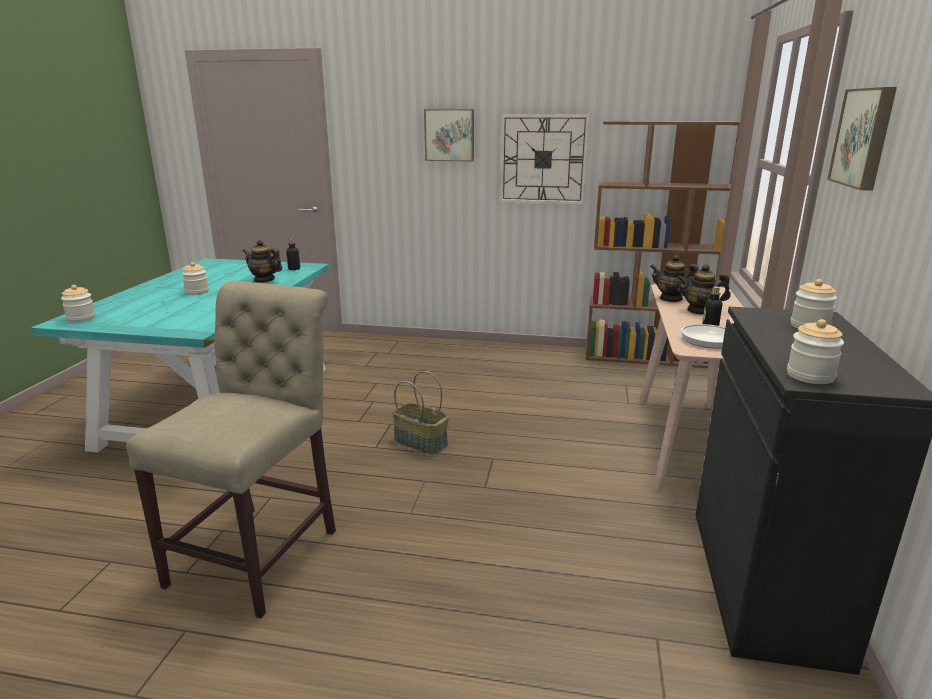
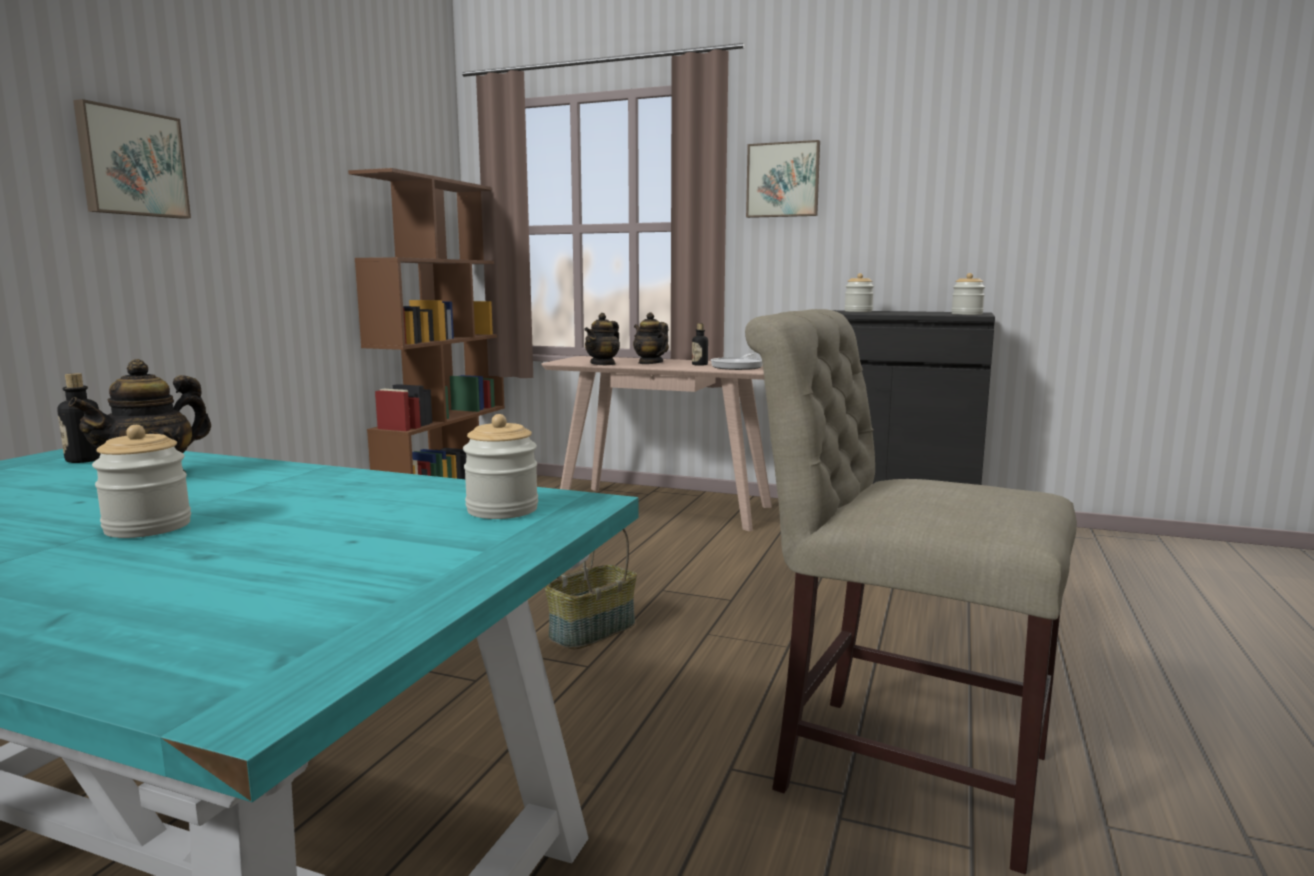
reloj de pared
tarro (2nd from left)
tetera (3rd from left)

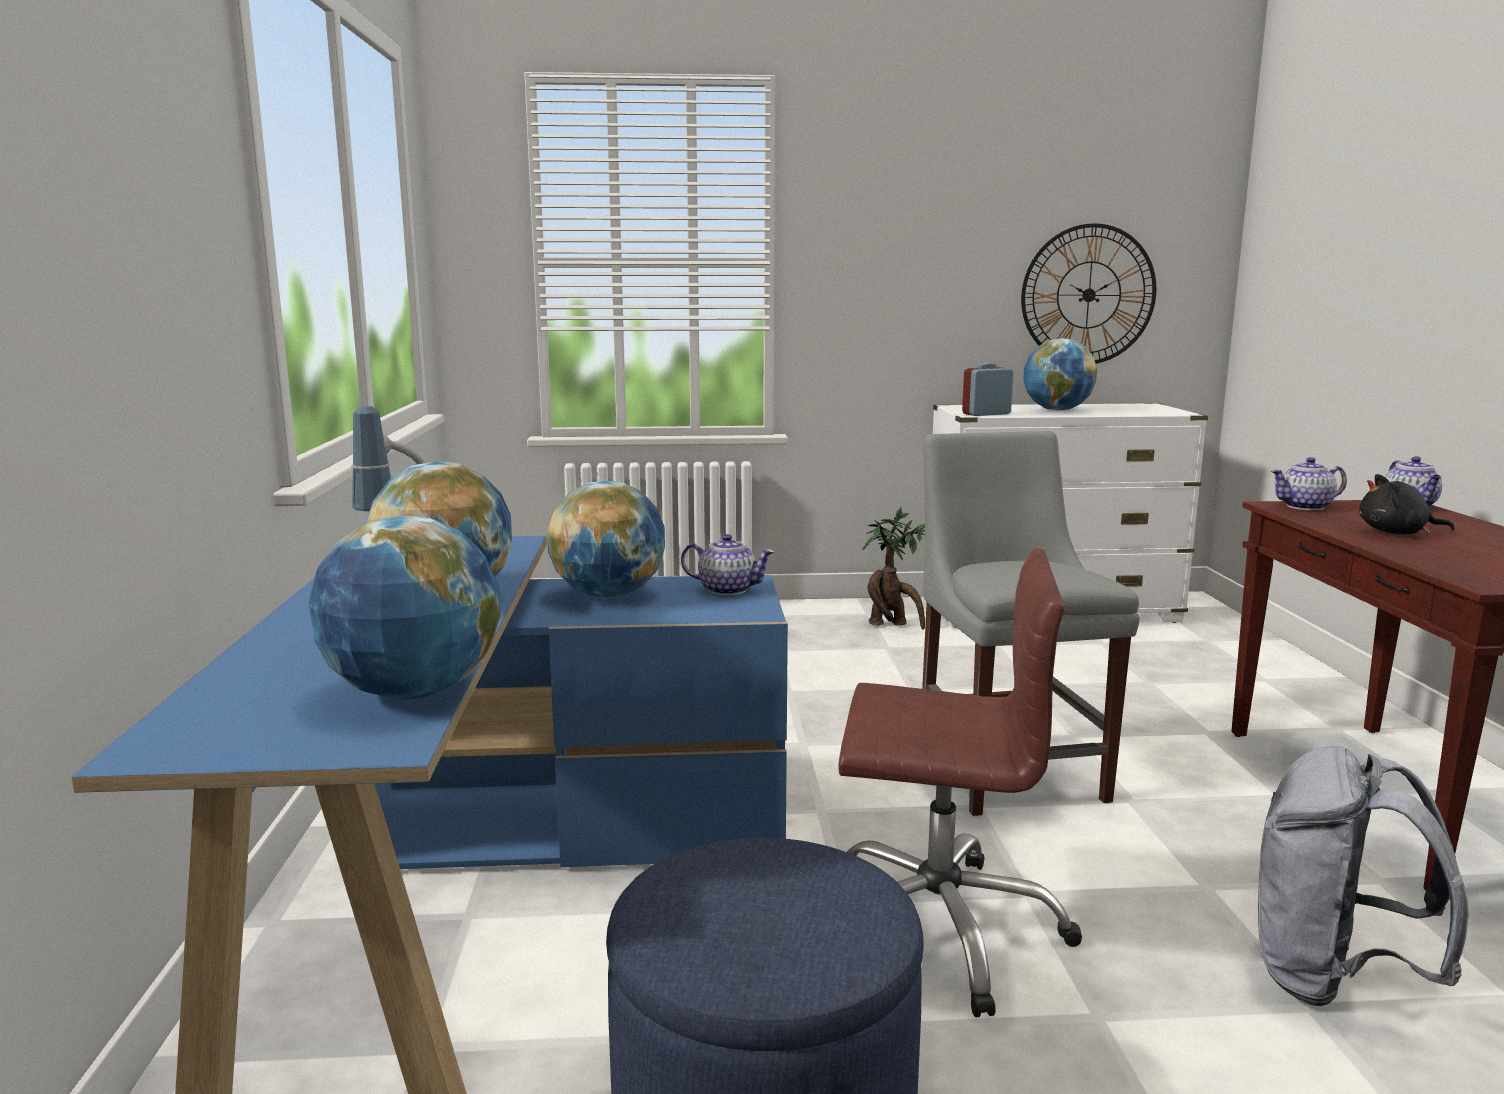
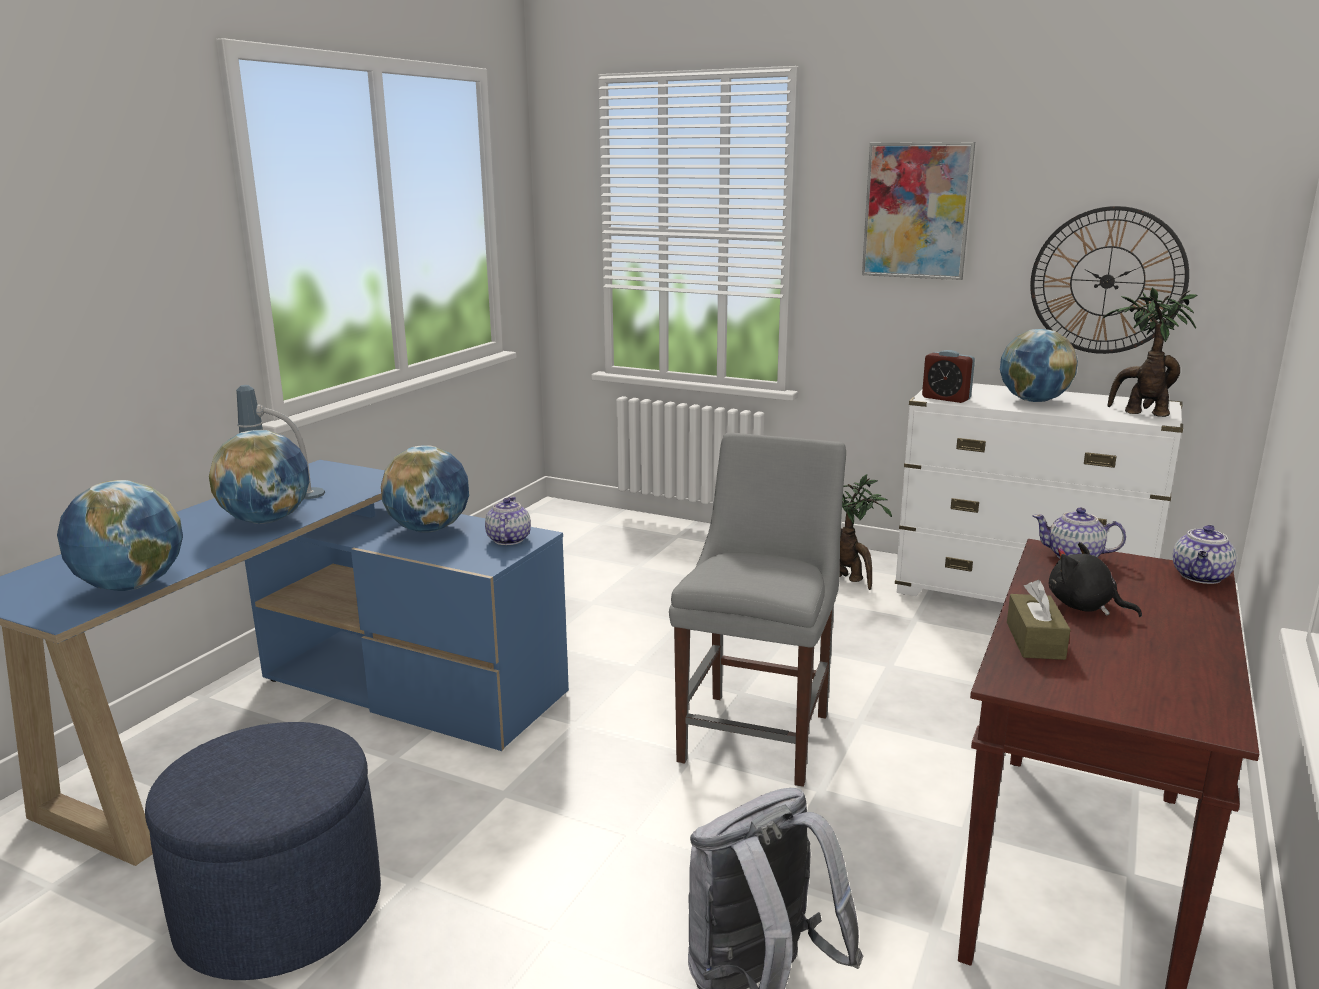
silla de oficina/marrón
cuadro
caja de pañuelos/marrón
planta en maceta (2nd from left)
tetera (1st from left)
despertador

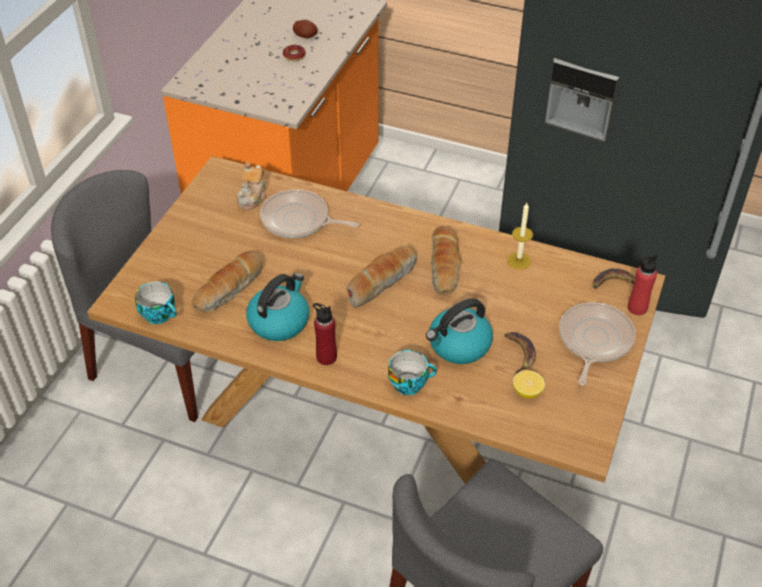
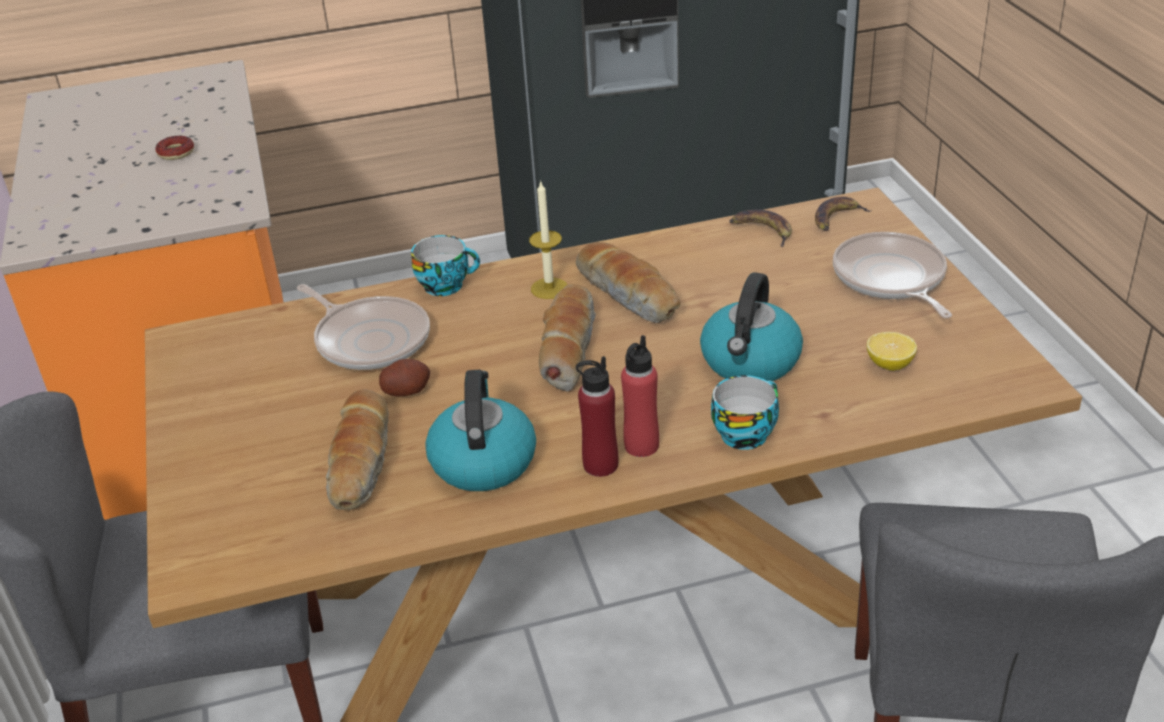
tetera
taza (1st from left)
patata
plátano (1st from left)
vela
botella/rojo (2nd from left)
sartén (1st from left)

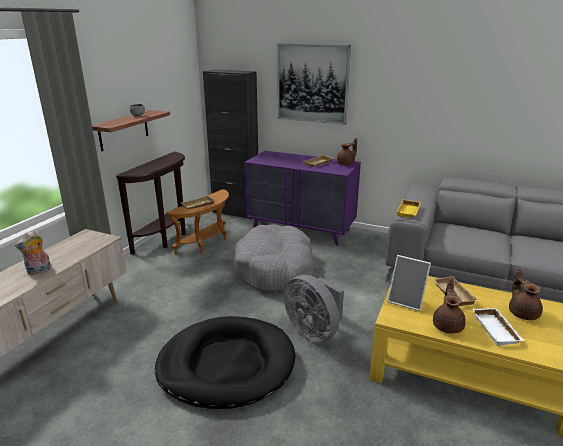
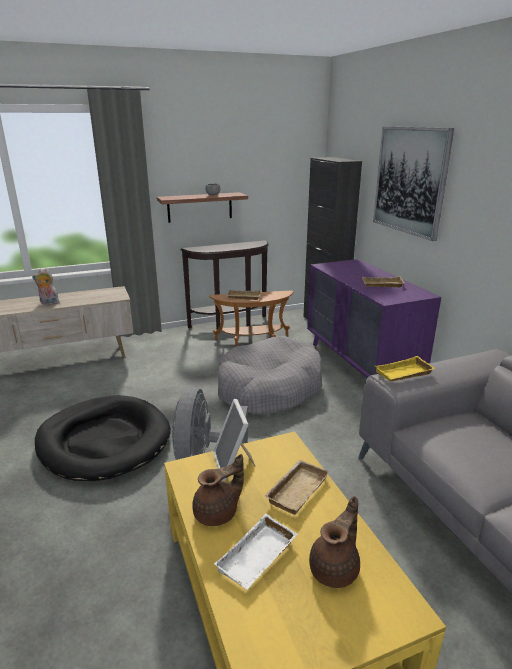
tetera/marrón (1st from left in the first image)

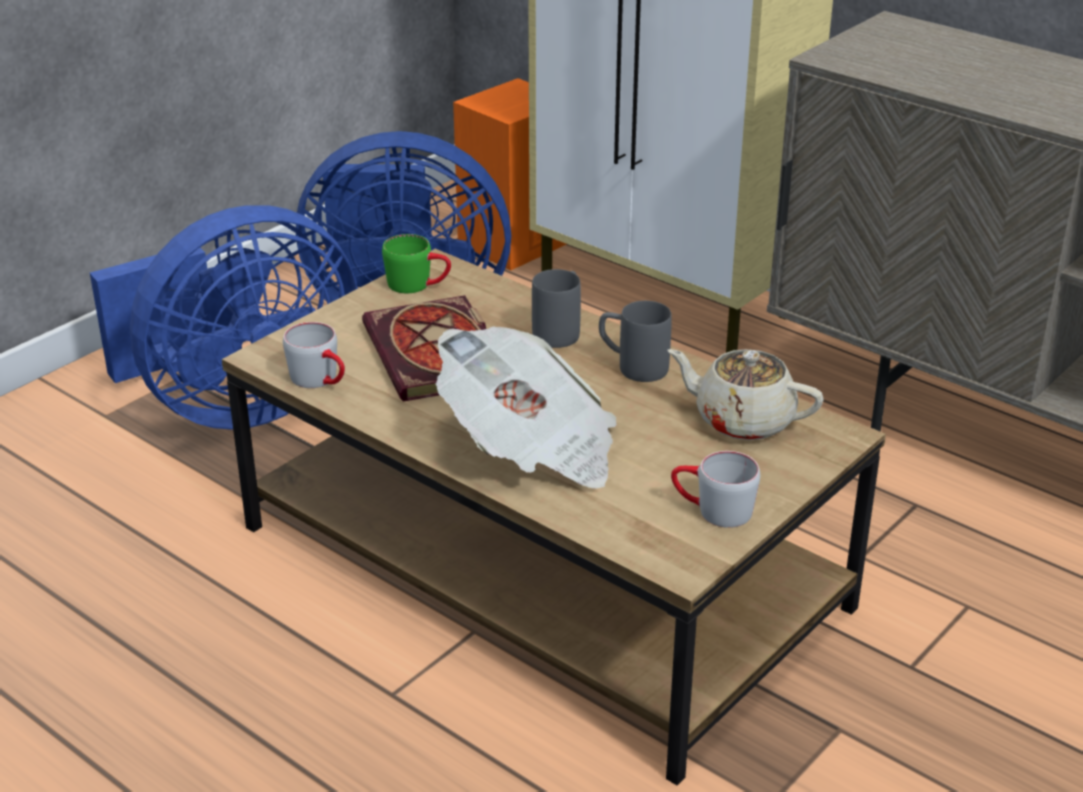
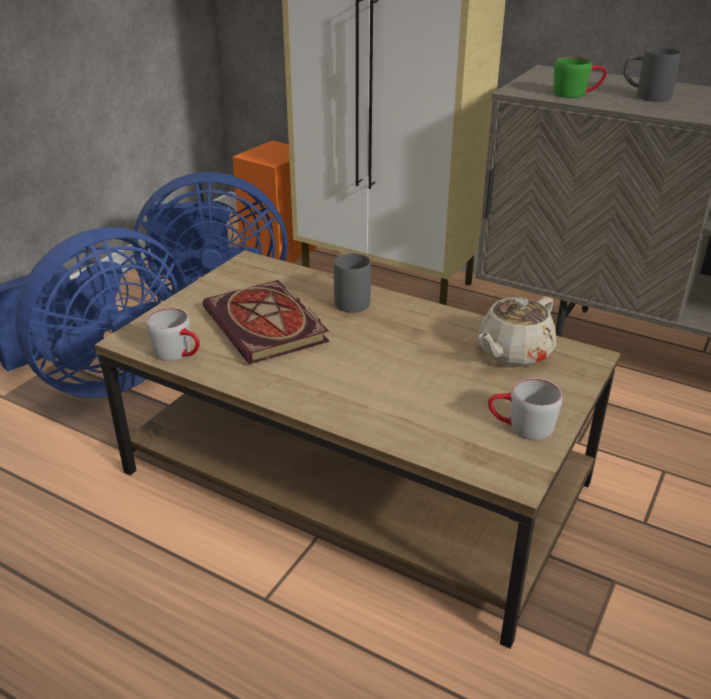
periódico
taza grande/verde
taza grande/gris (4th from left)
tetera/beis

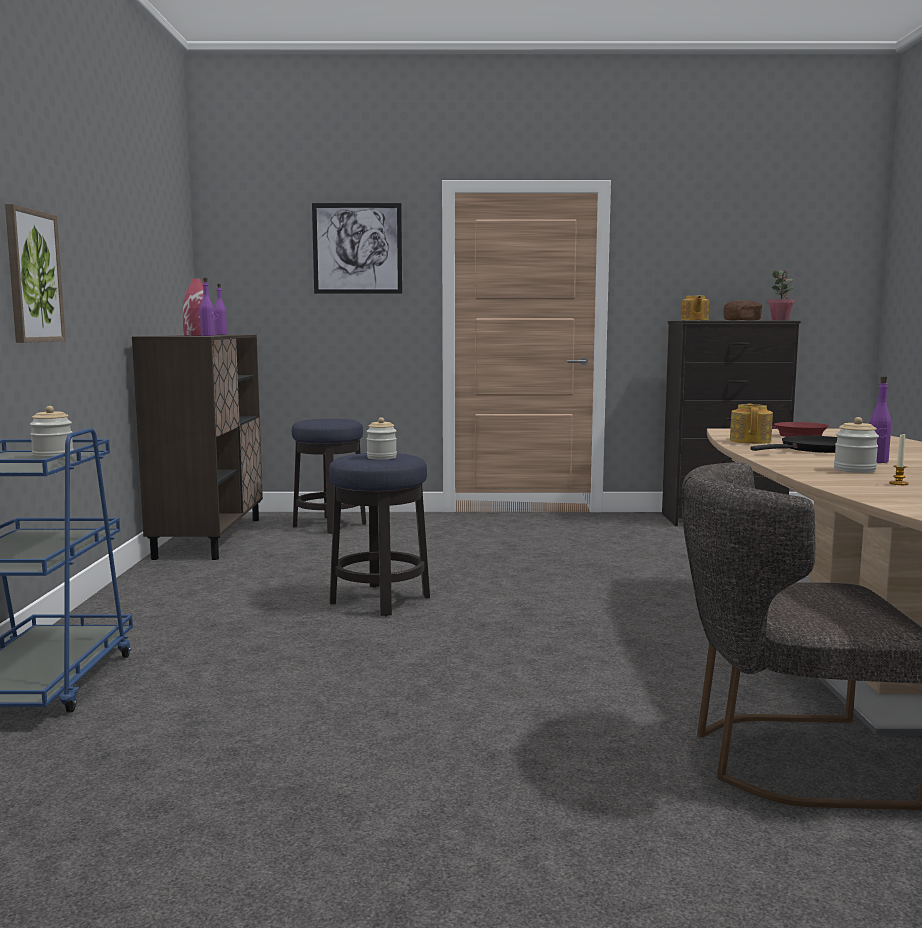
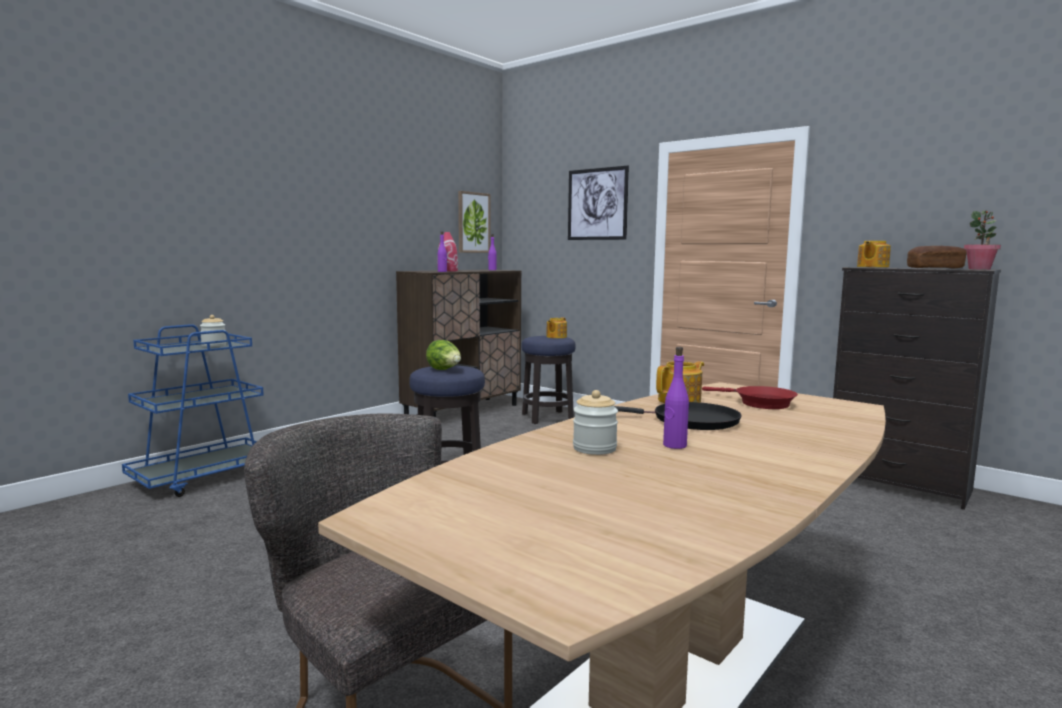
vela
tetera (1st from left)
cuadro (1st from left)
lechuga

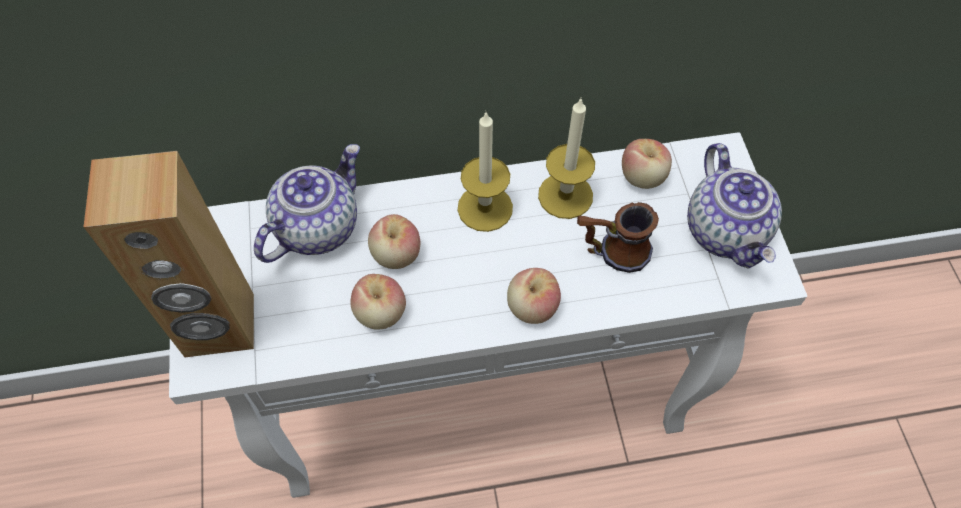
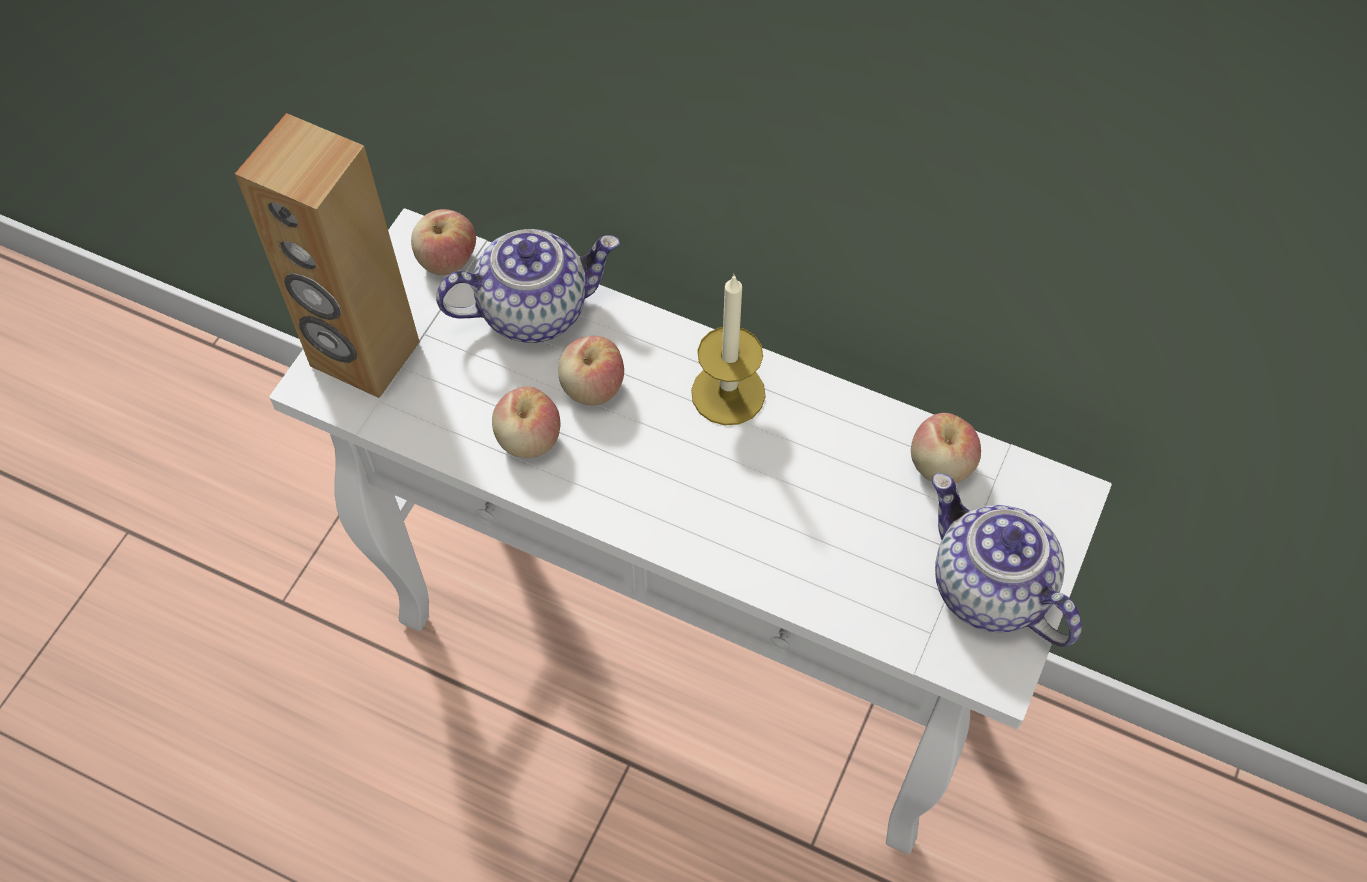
vela (2nd from left in the first image)
taza grande
manzana (1st from left)
tetera (2nd from left)

